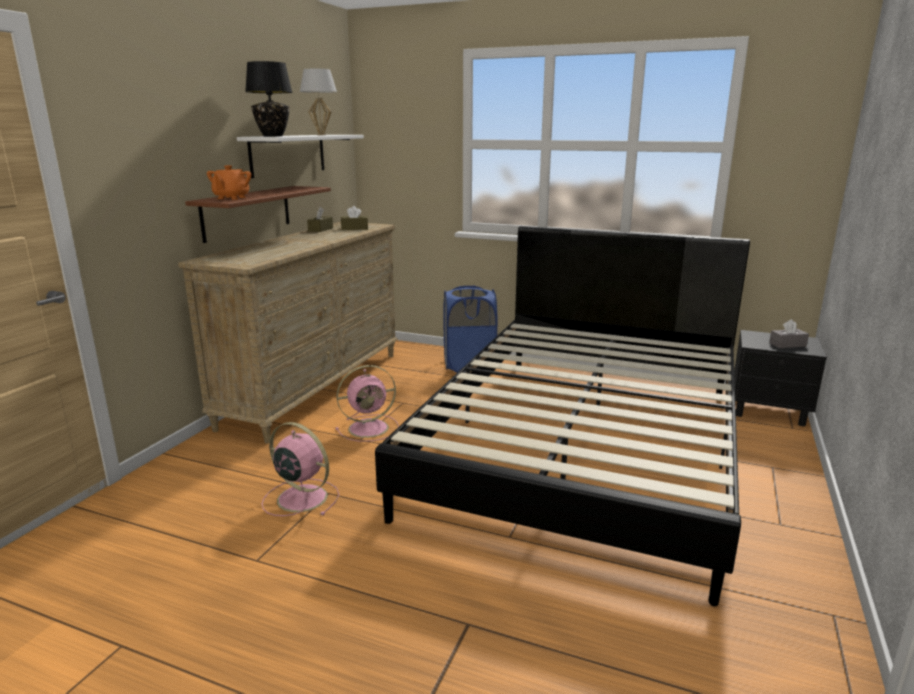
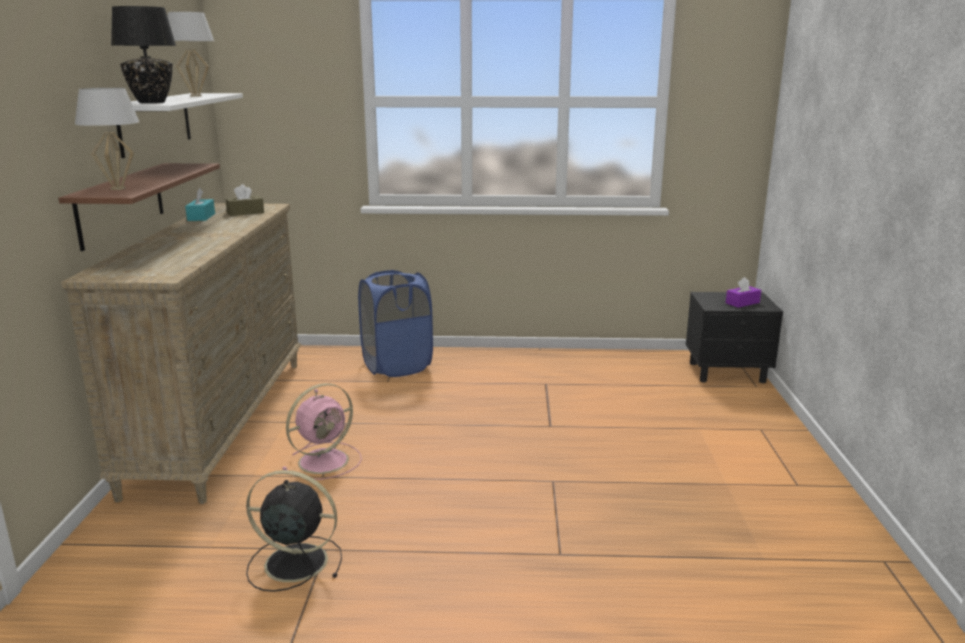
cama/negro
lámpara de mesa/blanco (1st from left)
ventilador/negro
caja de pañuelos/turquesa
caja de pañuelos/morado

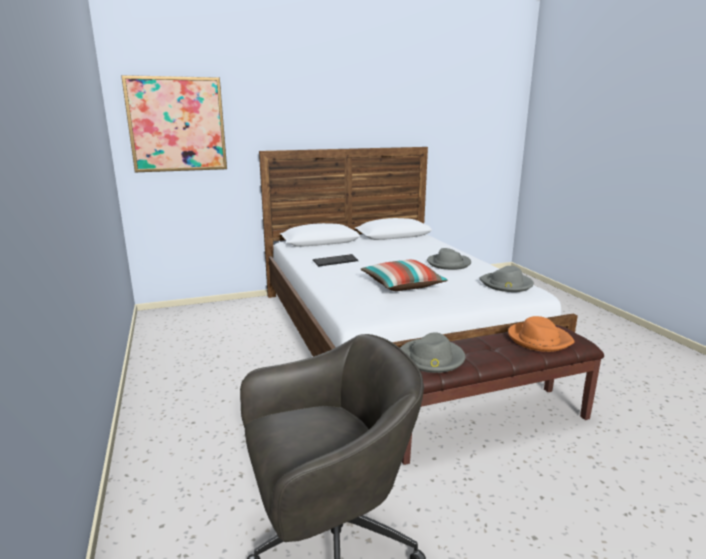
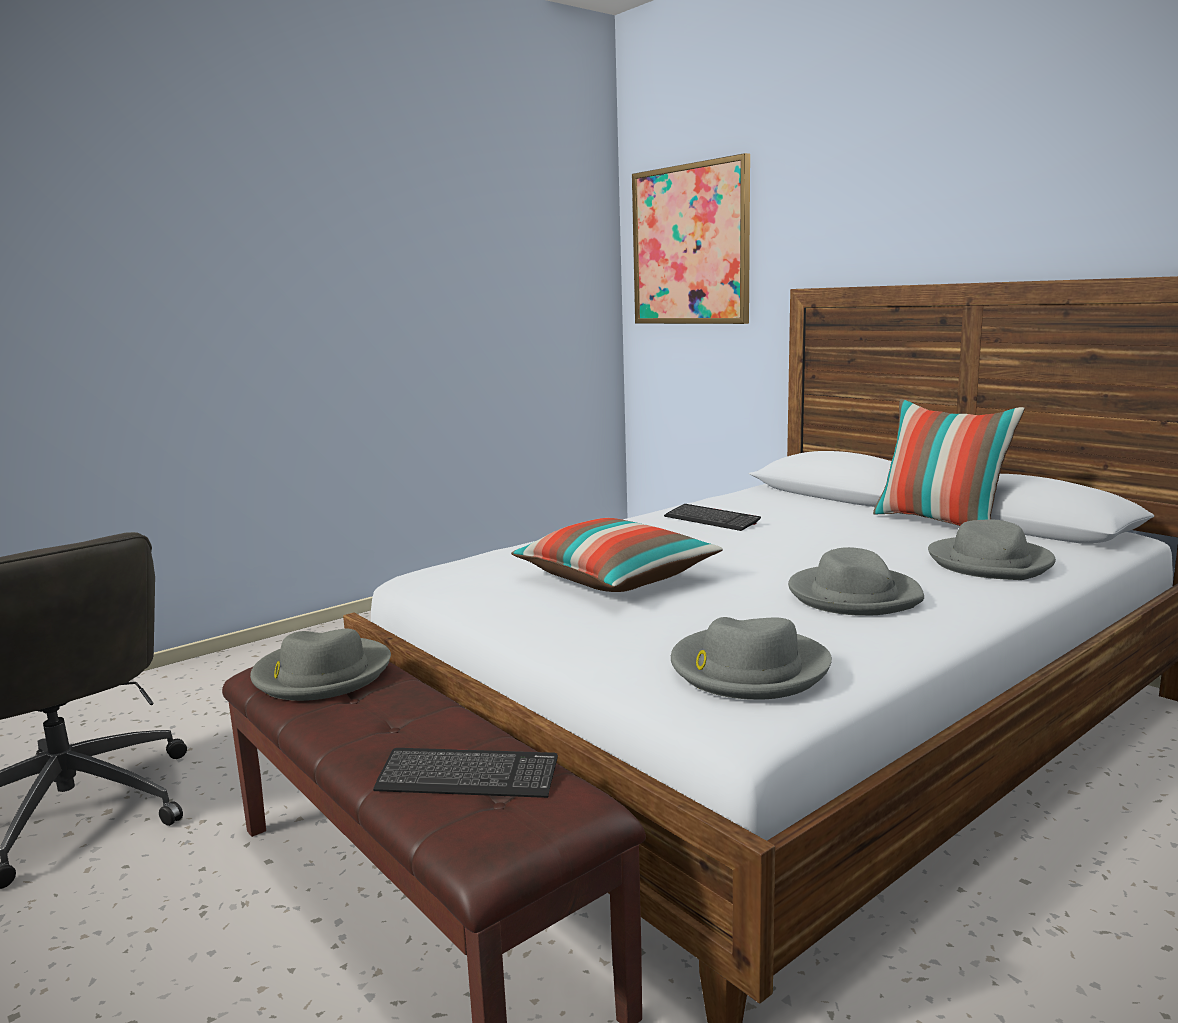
cojín (2nd from left)
sombrero/gris (4th from left)
teclado (1st from left)

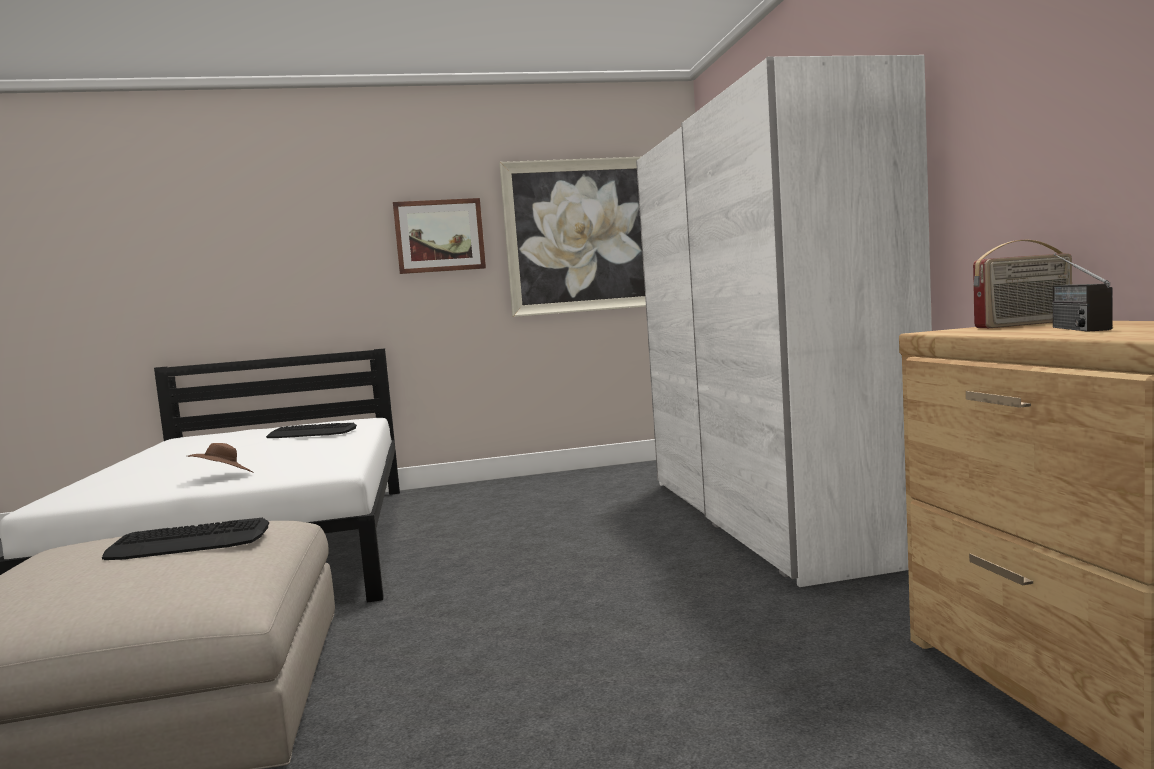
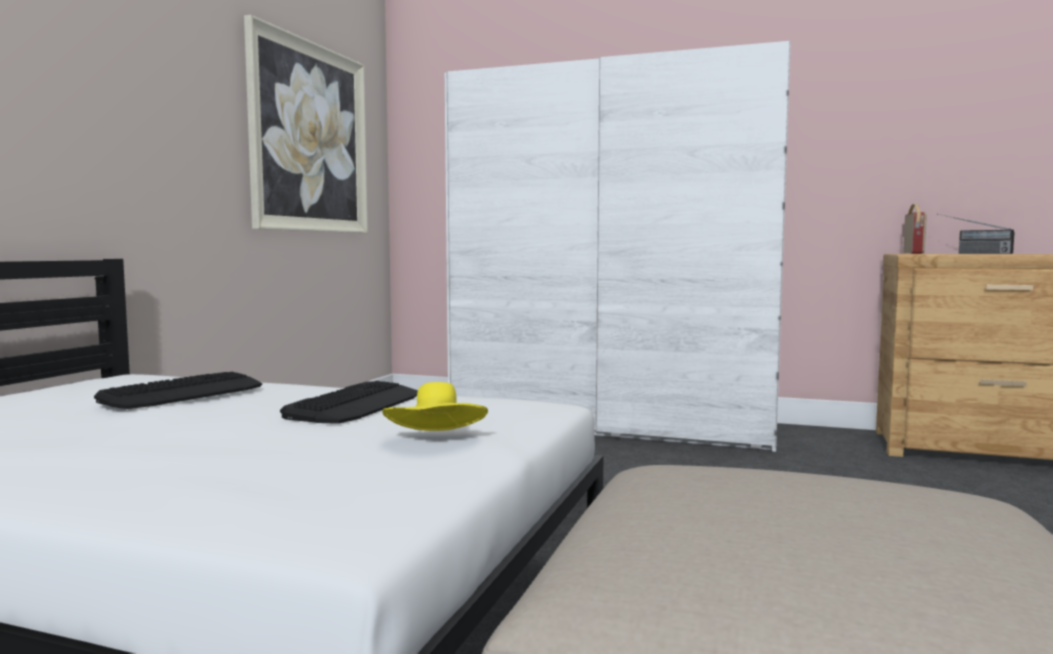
cuadro (1st from left in the first image)
teclado (2nd from left)
sombrero/amarillo

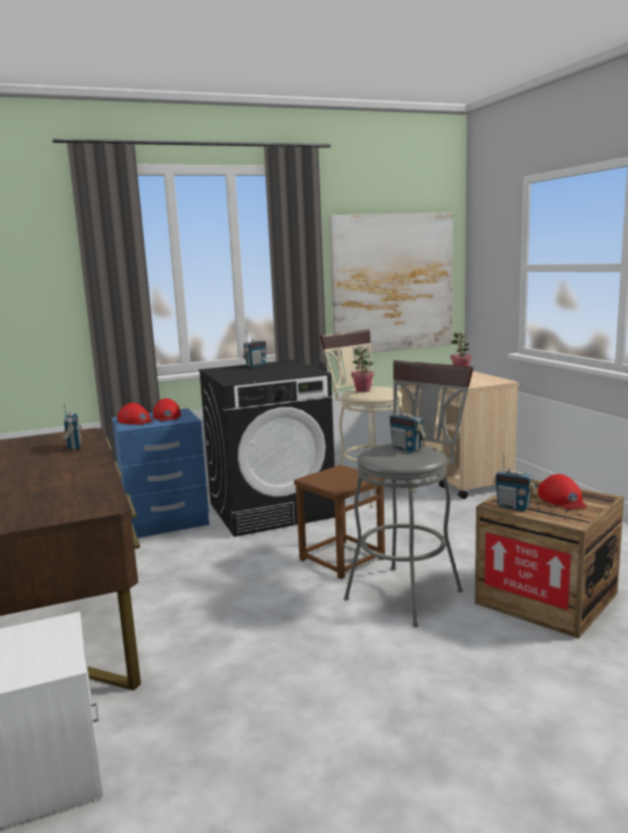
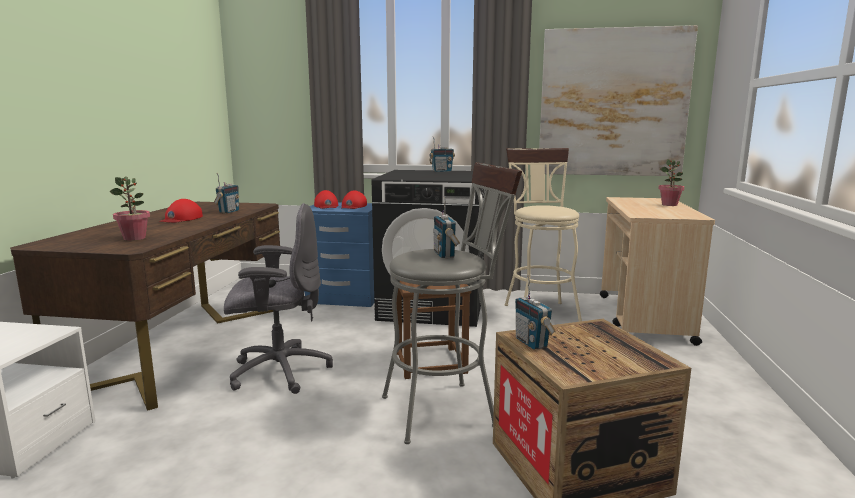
silla de oficina/gris
planta en maceta (1st from left)
gorra/rojo (1st from left)

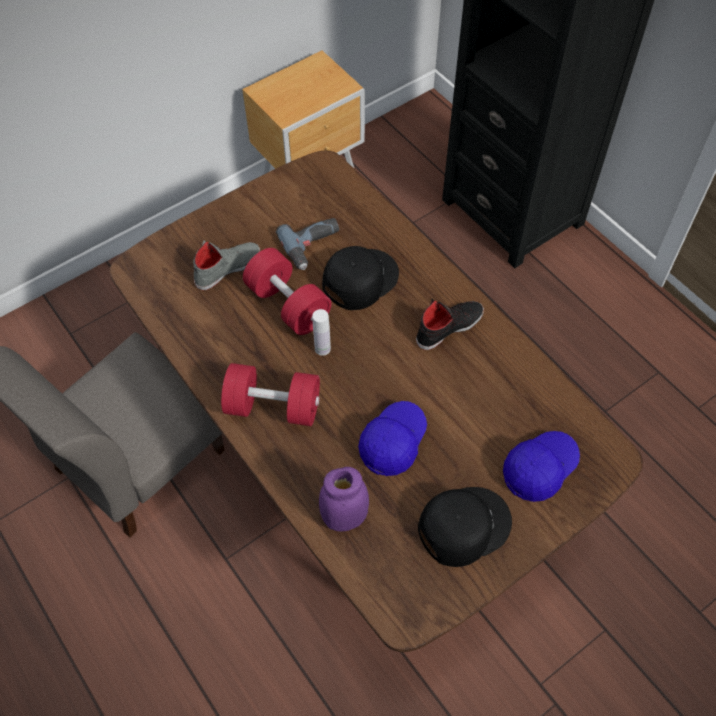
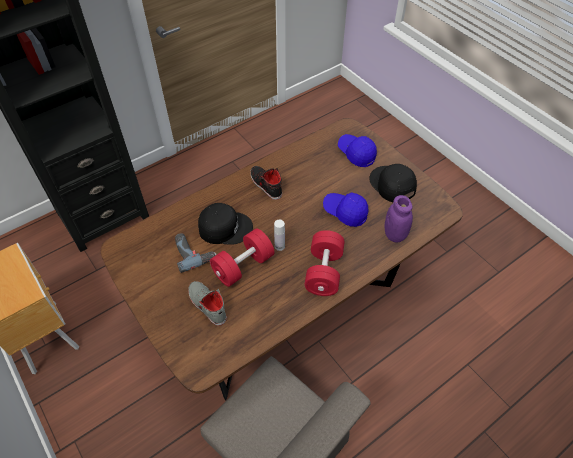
gorra/negro (1st from left)

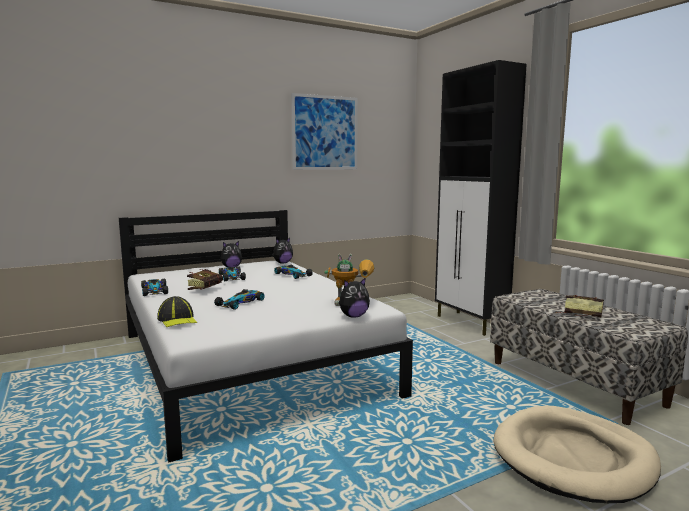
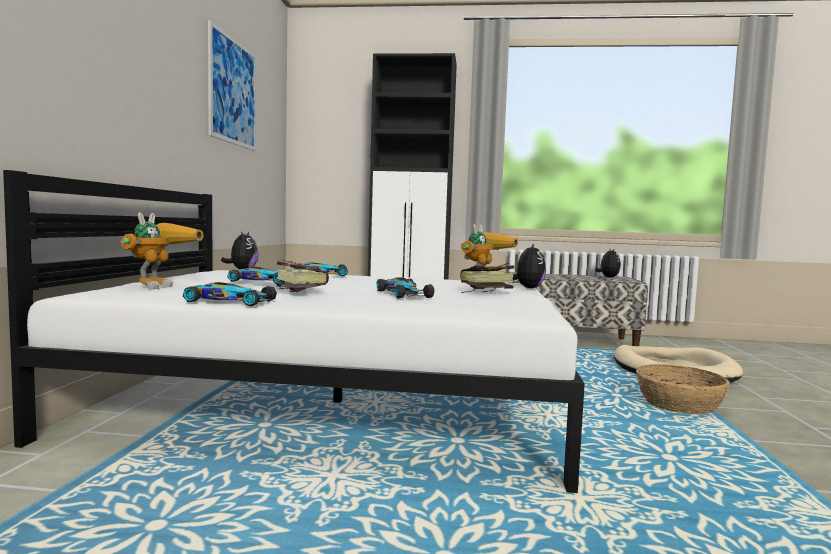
gorra
robot de juguete (1st from left)
cesta
peluche (3rd from left)
libro (2nd from left)

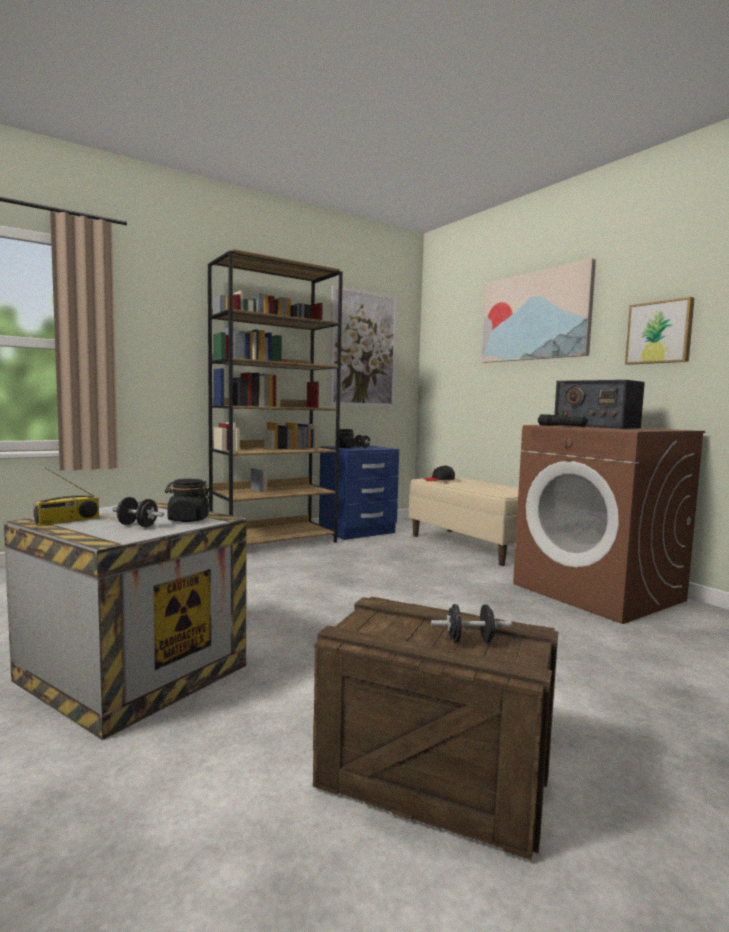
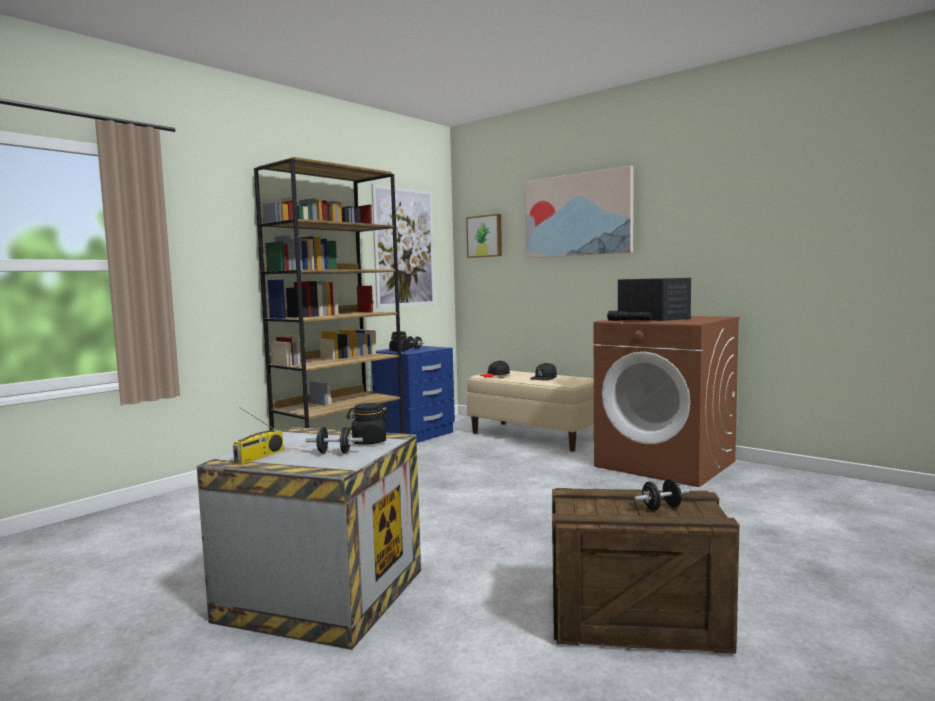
gorra/negro (2nd from left)
cuadro (2nd from left)
radio (2nd from left)

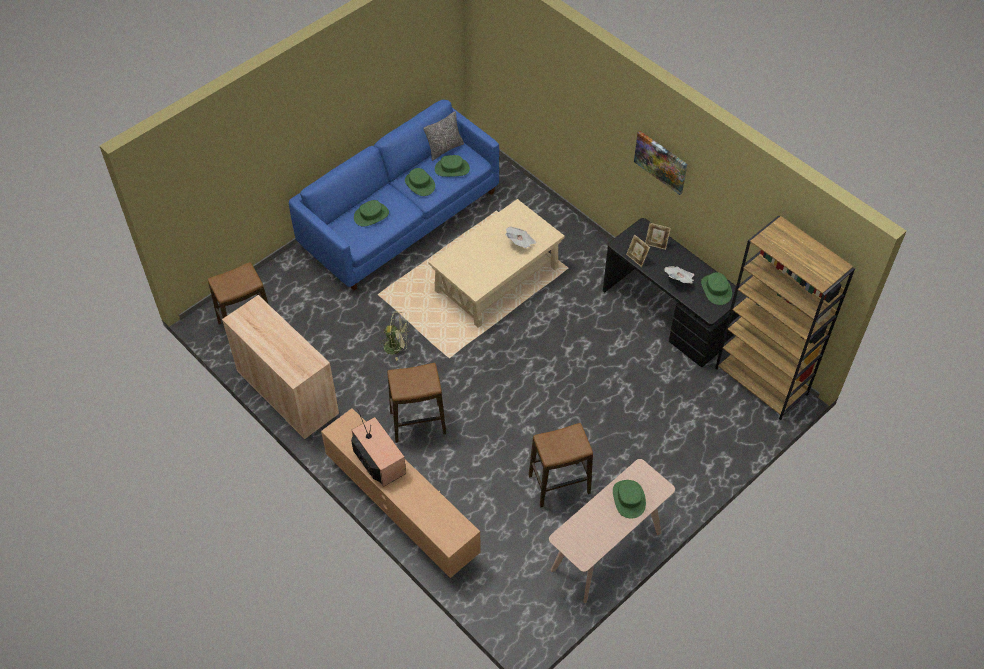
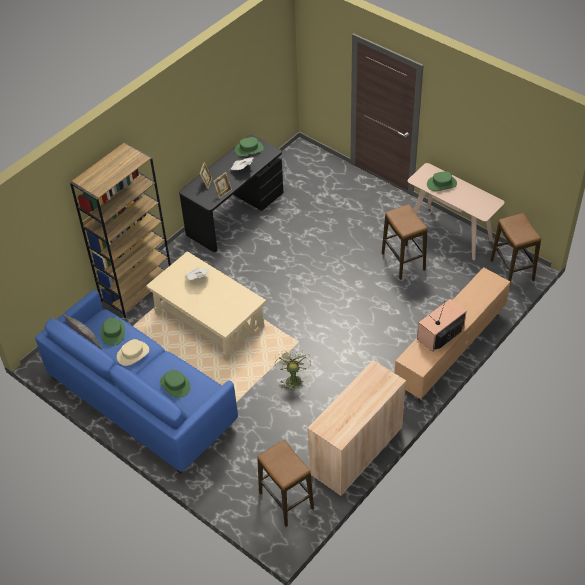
cuadro
taburete (3rd from left)
estantería/marrón
sombrero/beis

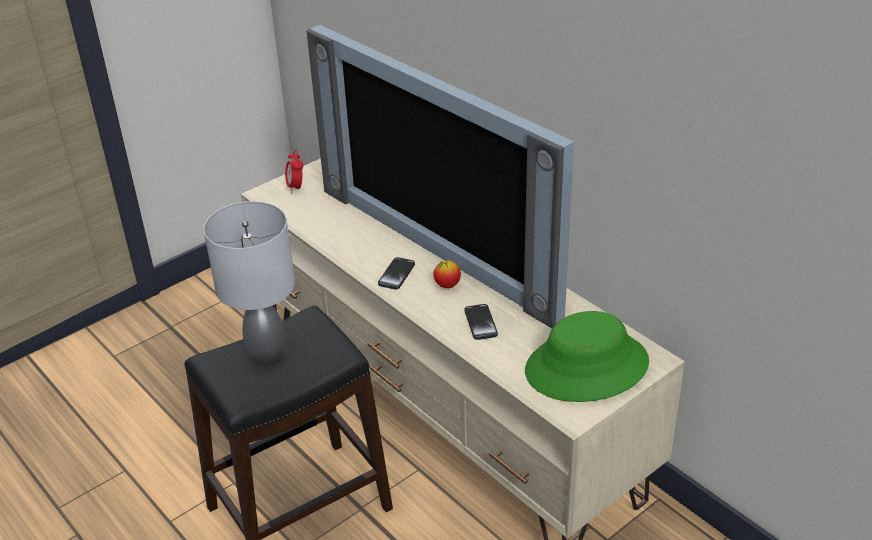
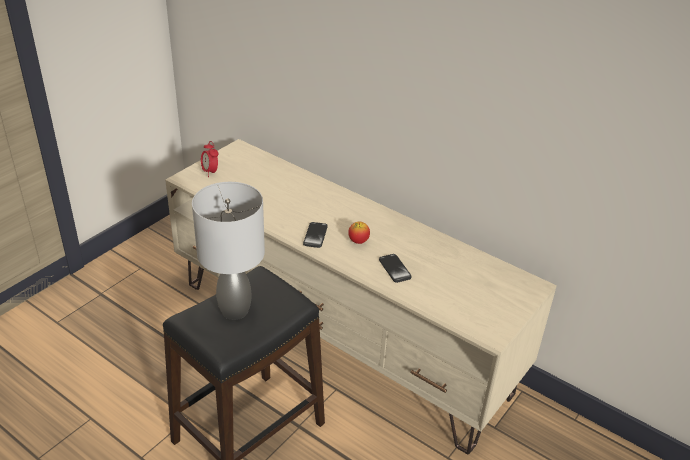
televisor
sombrero/verde

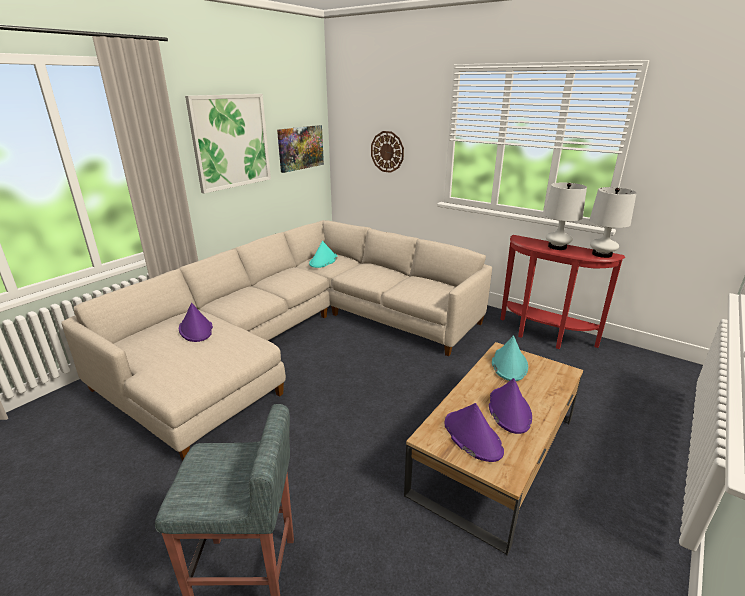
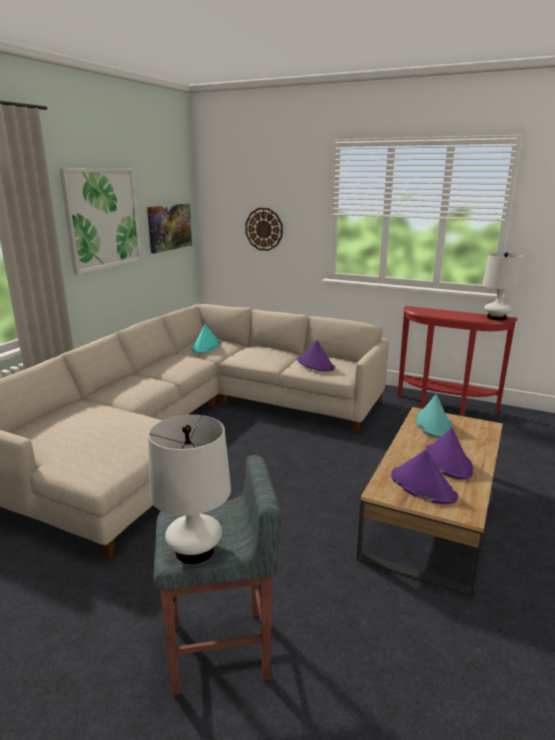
sombrero/morado (1st from left)
lámpara de mesa/blanco (1st from left)

